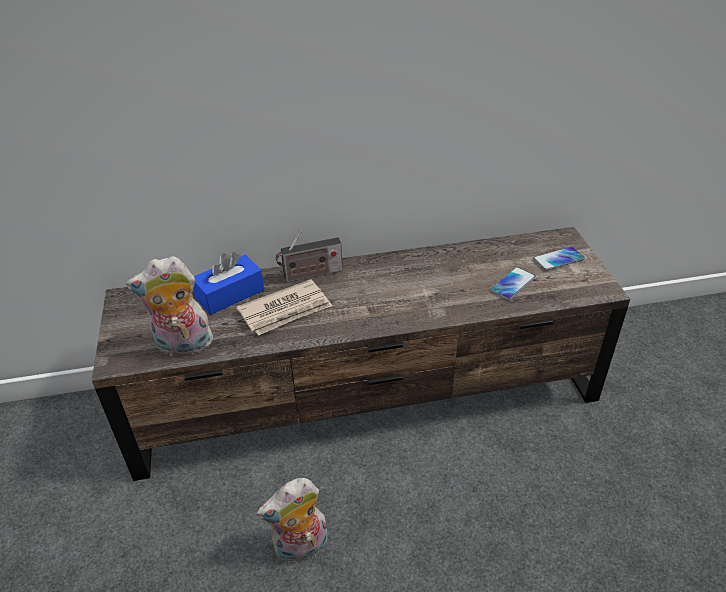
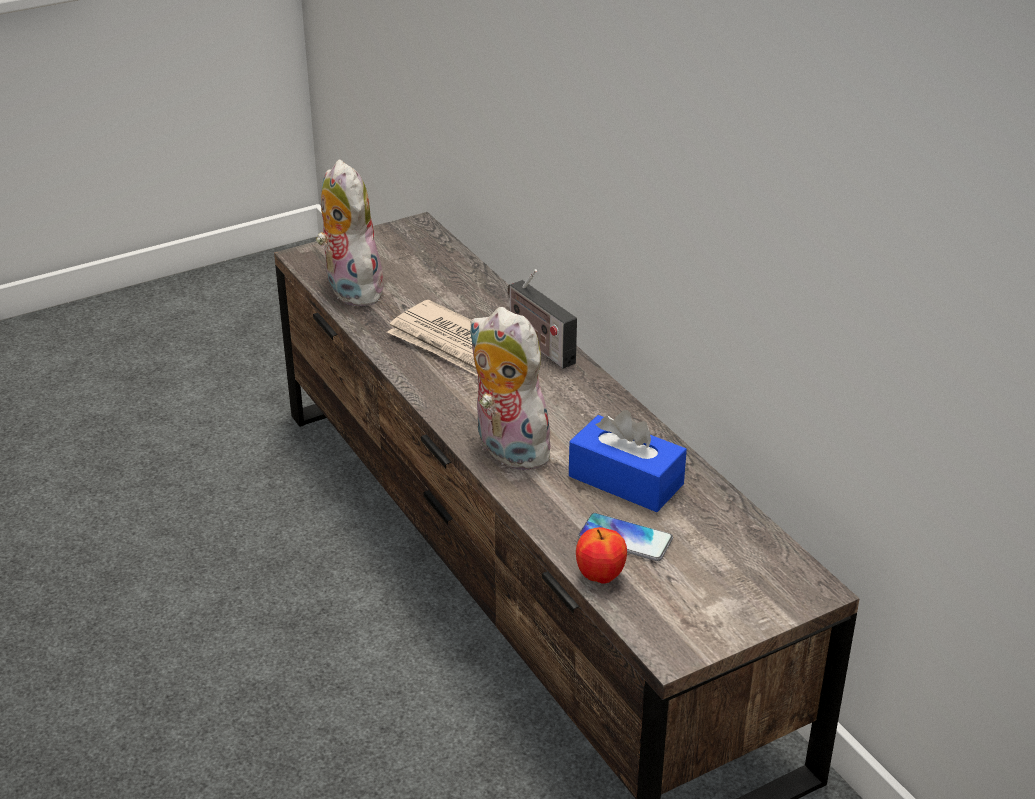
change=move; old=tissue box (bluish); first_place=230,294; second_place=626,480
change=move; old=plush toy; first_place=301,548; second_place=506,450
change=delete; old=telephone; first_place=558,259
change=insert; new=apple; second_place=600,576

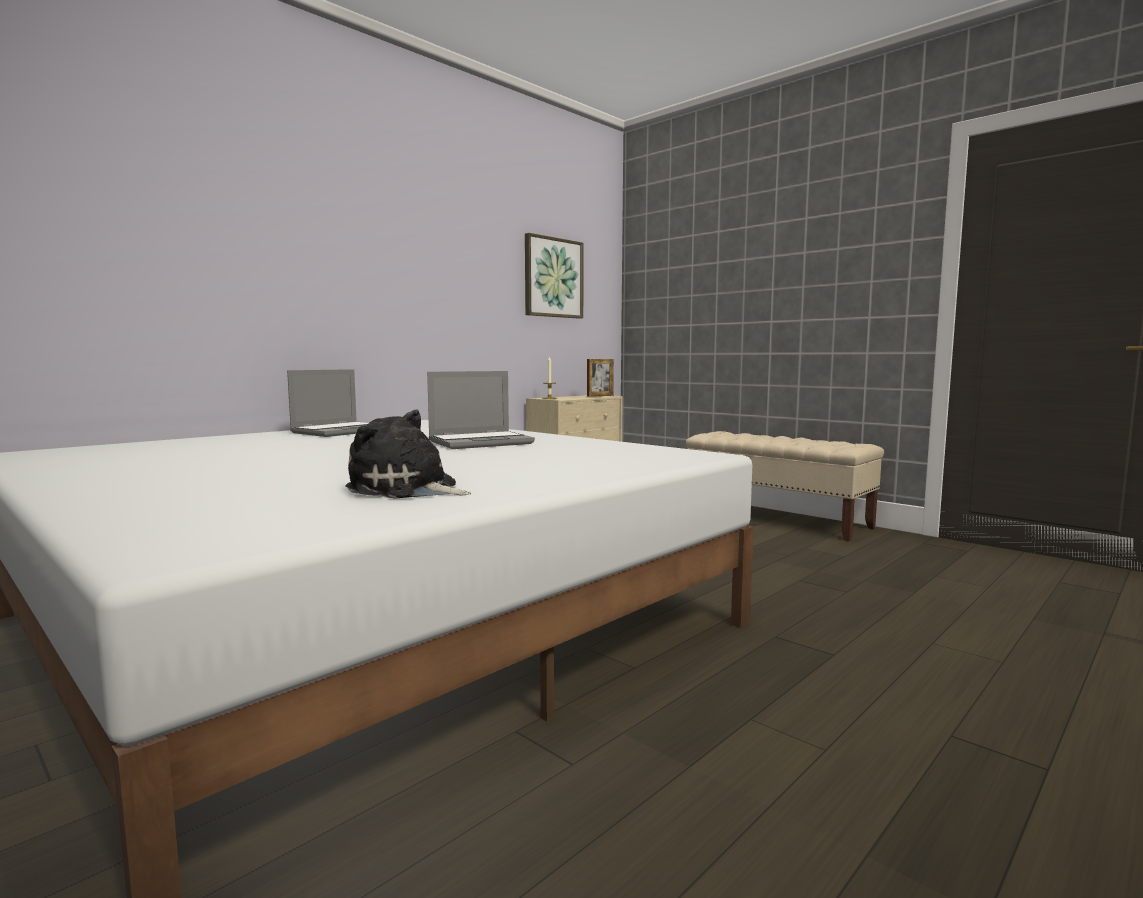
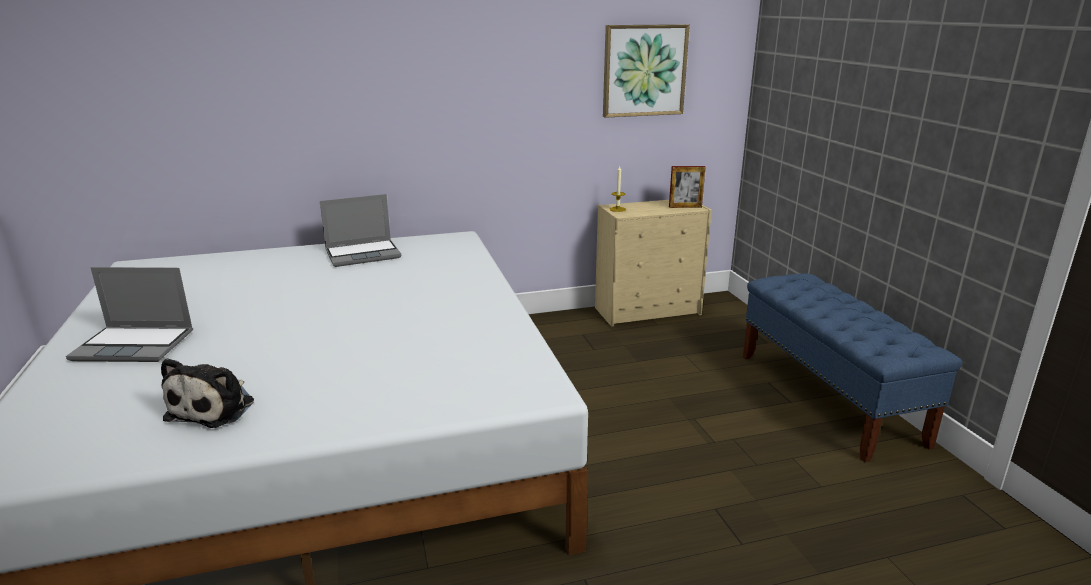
change=rotate; old=plush toy; first_place=407,489; second_place=215,408; degrees=-135
change=move; old=portable computer; first_place=481,442; second_place=136,345
change=recolor; old=bench (beige-coloured); new=bench (bluish); first_place=777,519; second_place=828,398

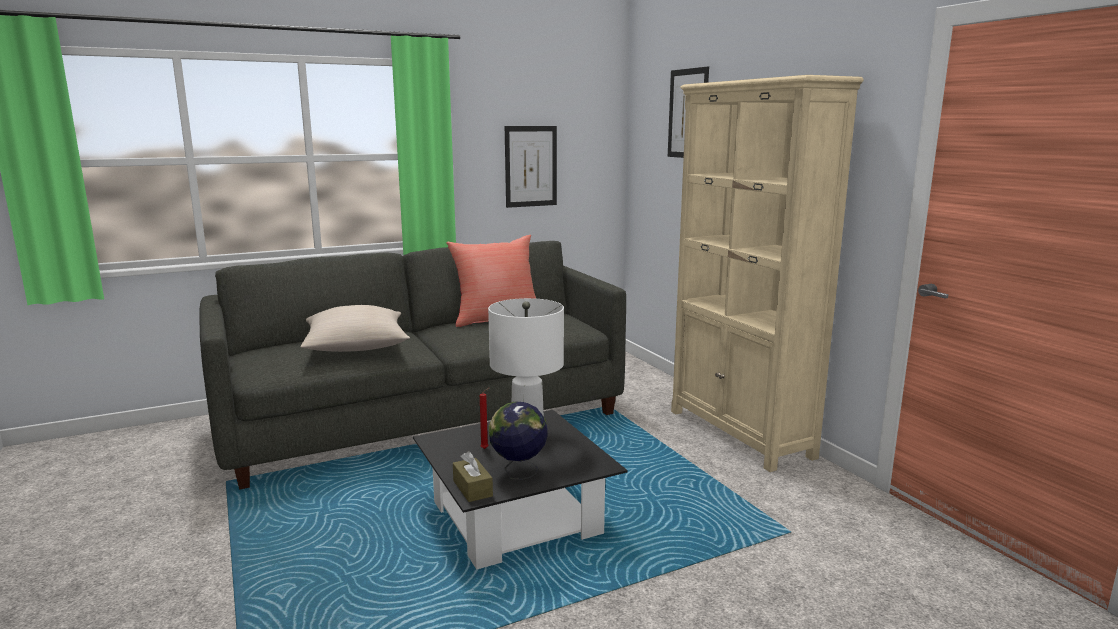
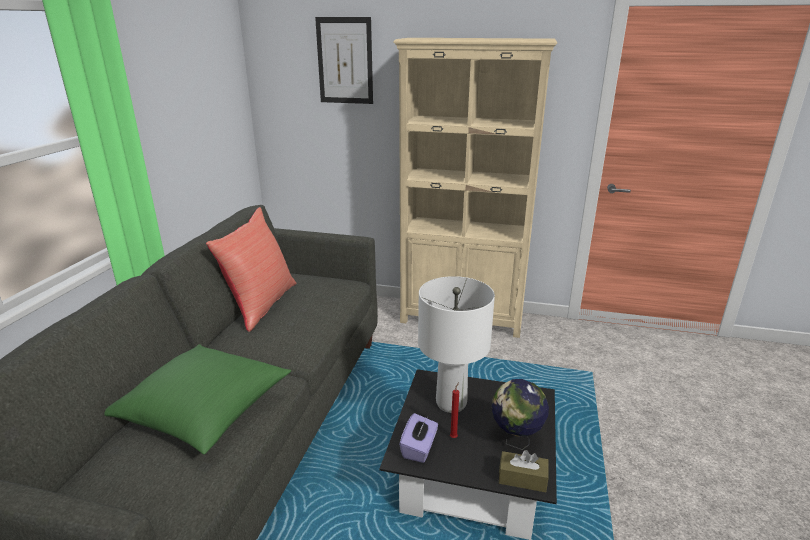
change=recolor; old=cushion (beige-coloured); new=cushion (green); first_place=356,346; second_place=205,411
change=delete; old=wall picture; first_place=531,166
change=insert; new=tissue box (purple-coloured); second_place=419,448

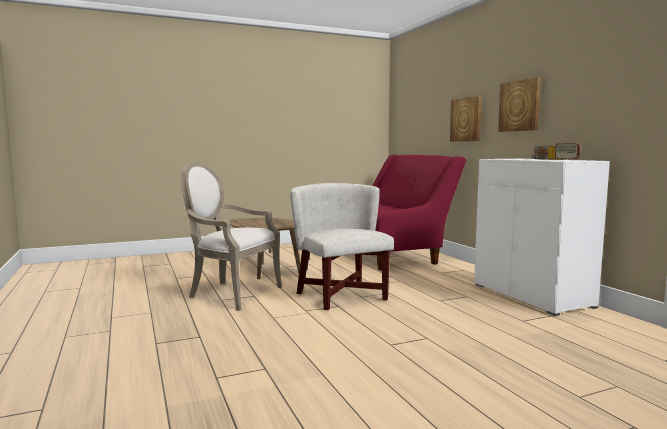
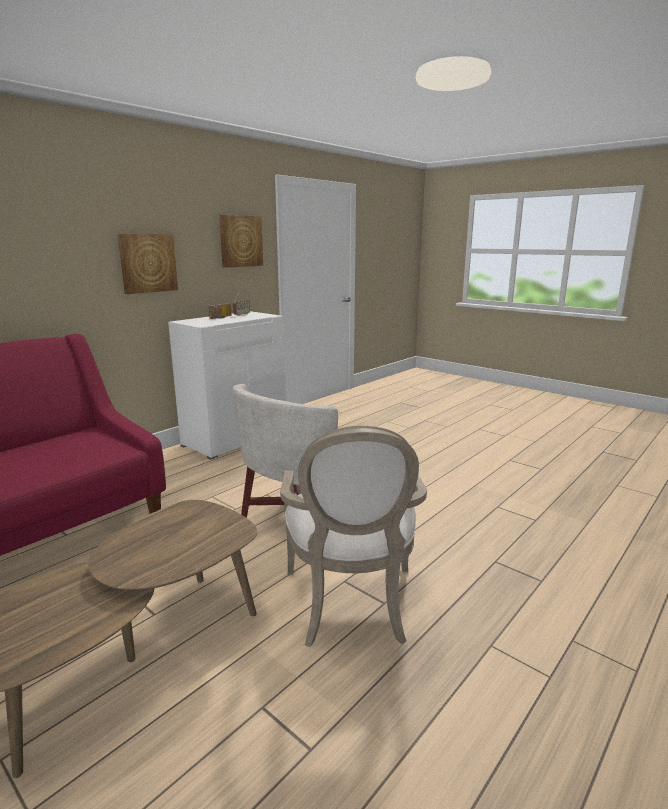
change=move; old=wall picture; first_place=466,119; second_place=240,241

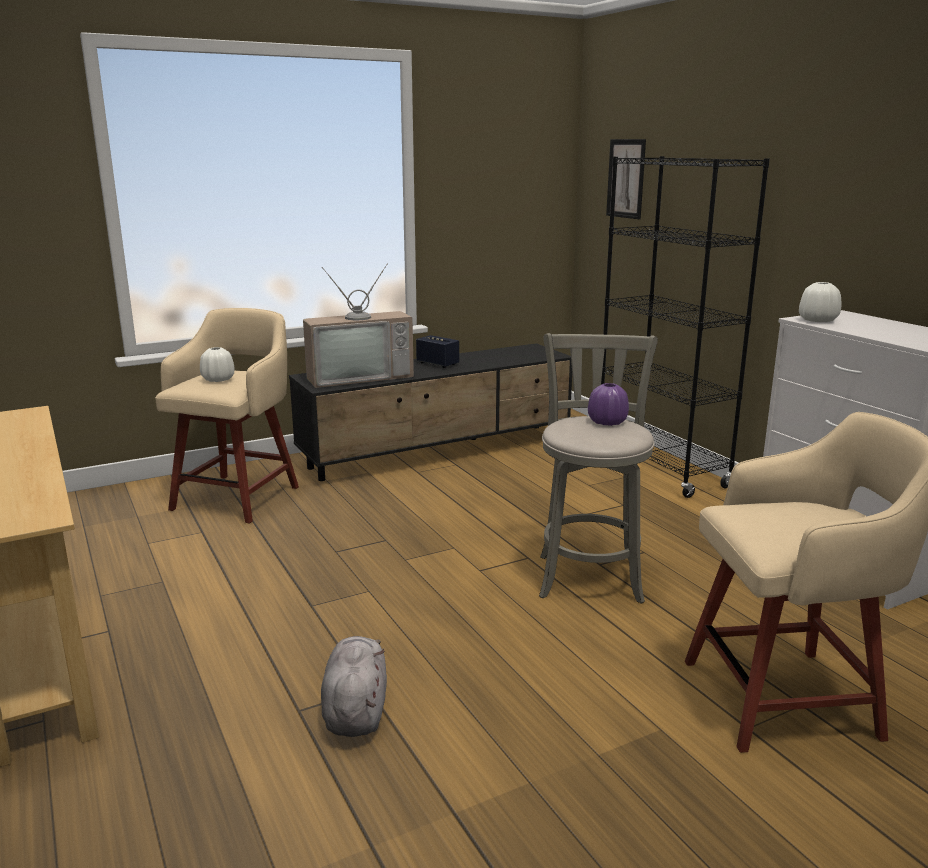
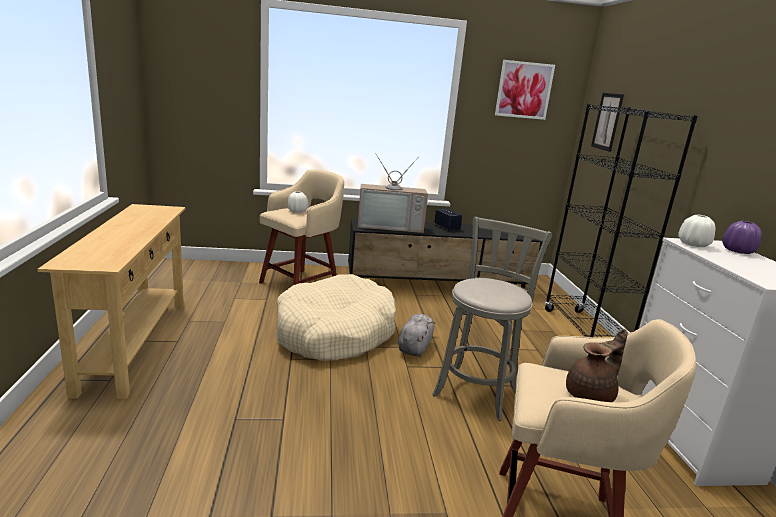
change=move; old=plush toy (grey); first_place=355,710; second_place=414,347
change=move; old=vase (purple-coloured); first_place=607,422; second_place=738,251
change=insert; new=dog bed (beige-coloured); second_place=334,333
change=insert; new=wall picture; second_place=524,90
change=insert; new=pot for tea (brown-coloured); second_place=591,395

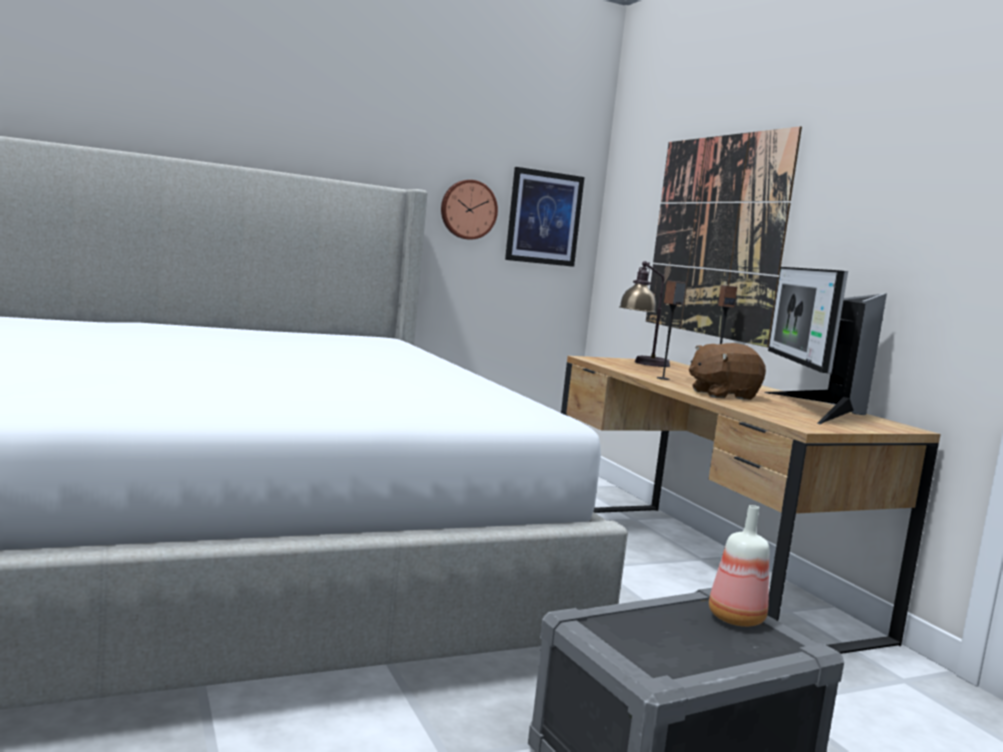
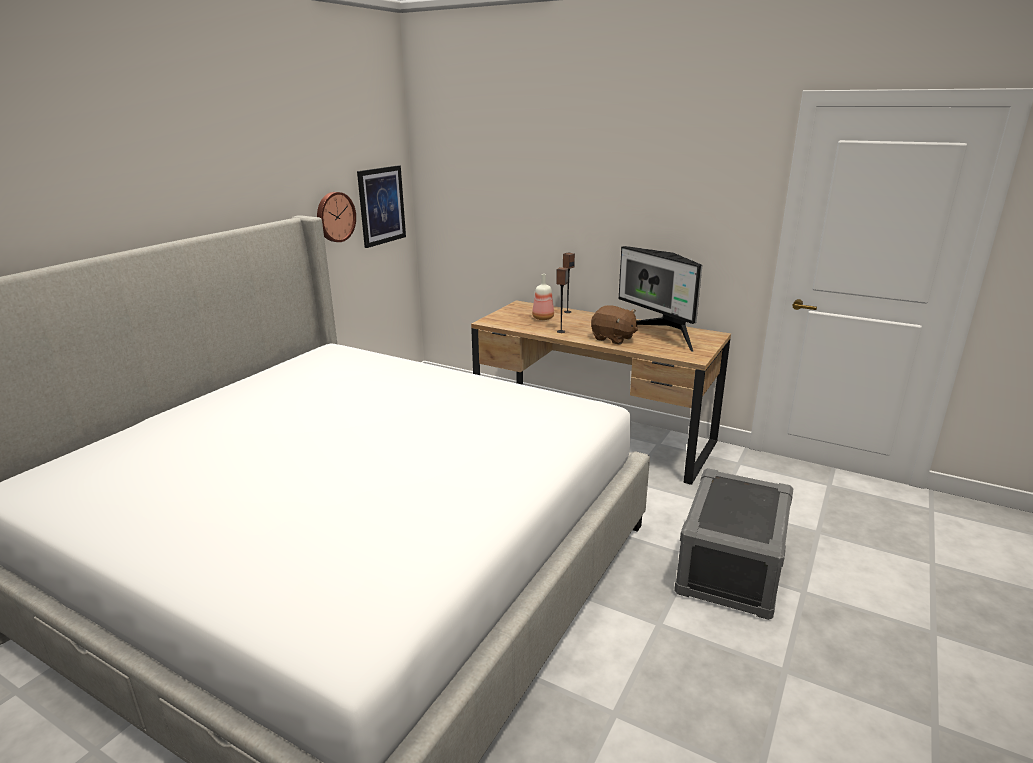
change=delete; old=tabletop lamp; first_place=641,363
change=delete; old=wall picture; first_place=715,236
change=rotate; old=plush toy (brown-coloured); first_place=722,395; second_place=613,338; degrees=-90
change=move; old=beverage bottle; first_place=735,619; second_place=543,318

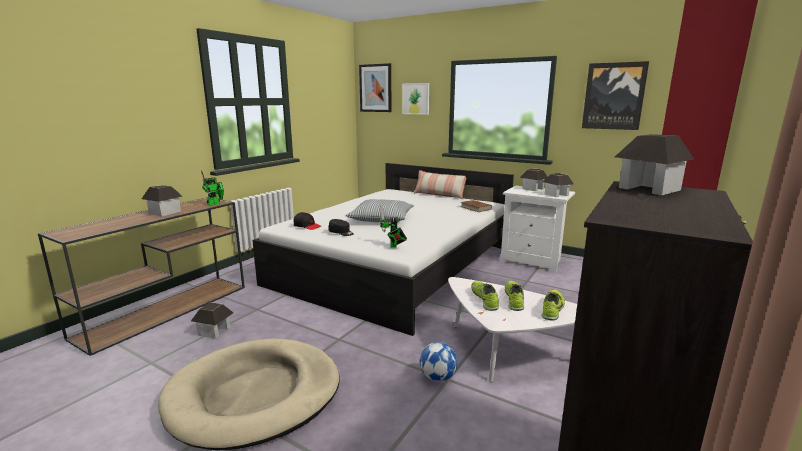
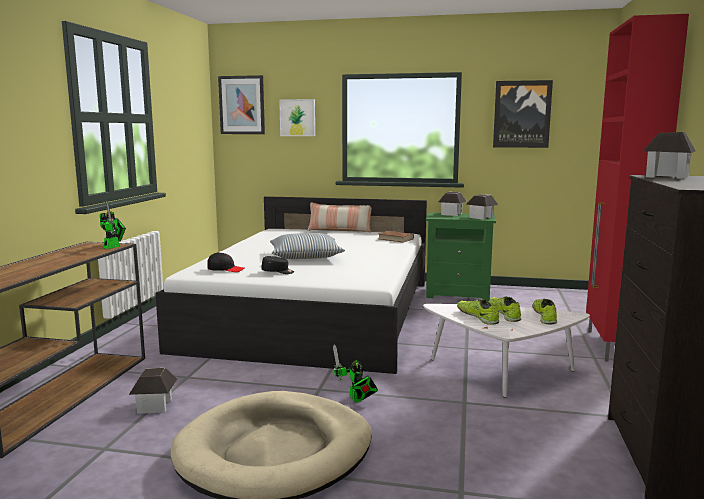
change=delete; old=model house; first_place=164,212
change=move; old=model robot; first_place=393,246; second_place=356,399
change=delete; old=football ball; first_place=438,377
change=recolor; old=bedside table (whitish); new=bedside table (green); first_place=533,260; second_place=458,293

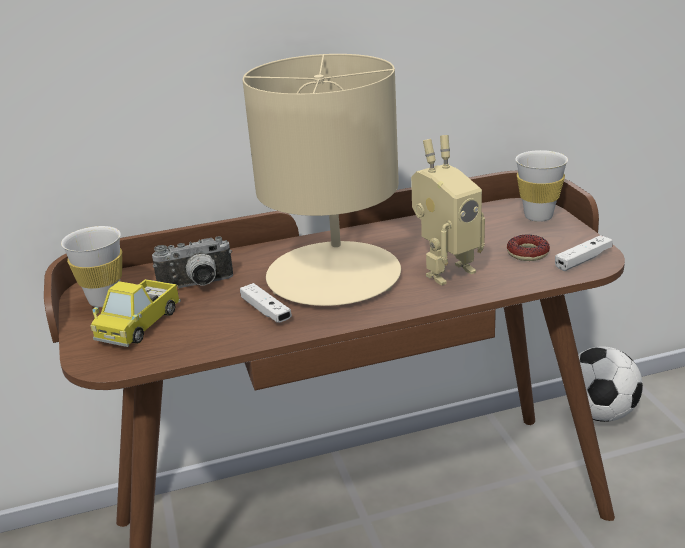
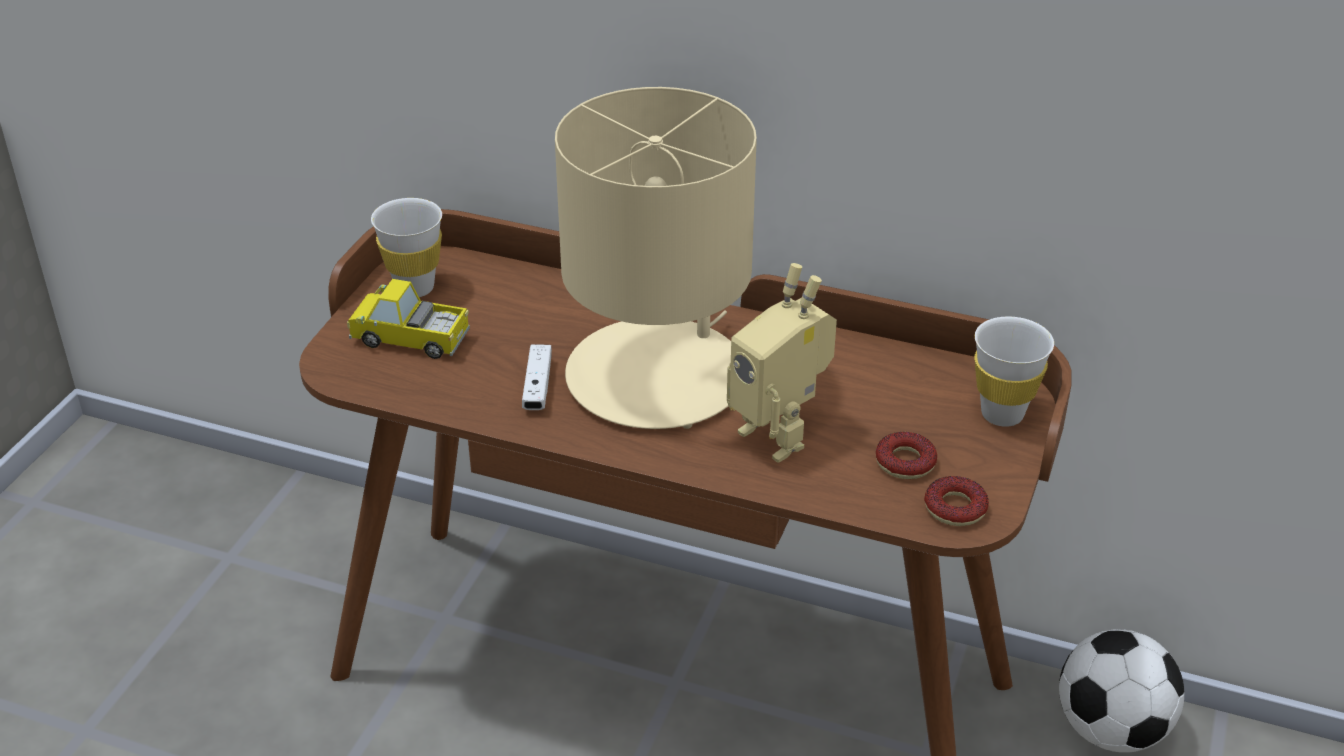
change=rotate; old=toy lorry; first_place=139,325; second_place=410,339; degrees=45
change=delete; old=photo camera; first_place=197,286
change=rotate; old=model robot; first_place=445,270; second_place=779,435; degrees=45
change=replace; old=gamepad (whitish); new=doughnut; first_place=583,260; second_place=955,508

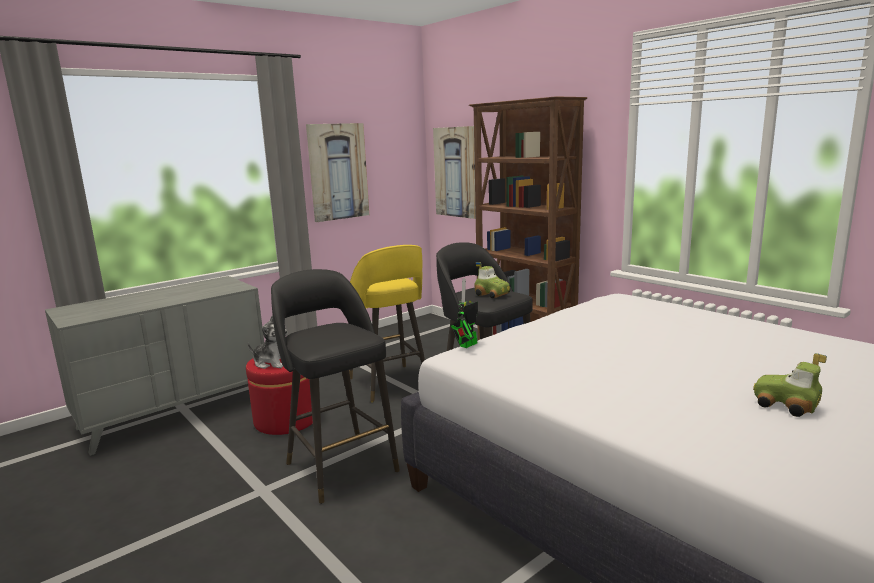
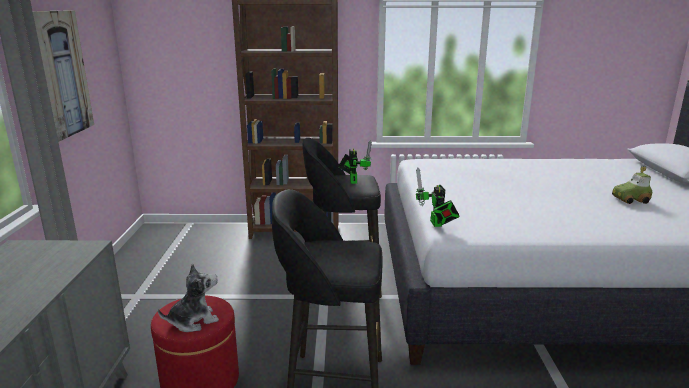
change=delete; old=stool (yellowish); first_place=390,384
change=delete; old=wall picture; first_place=456,172
change=replace; old=toy car; new=model robot; first_place=492,294; second_place=353,180

